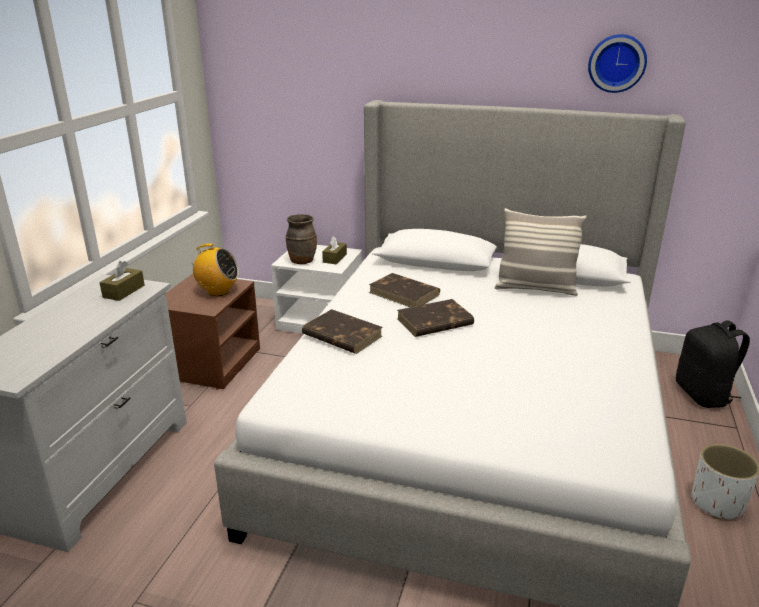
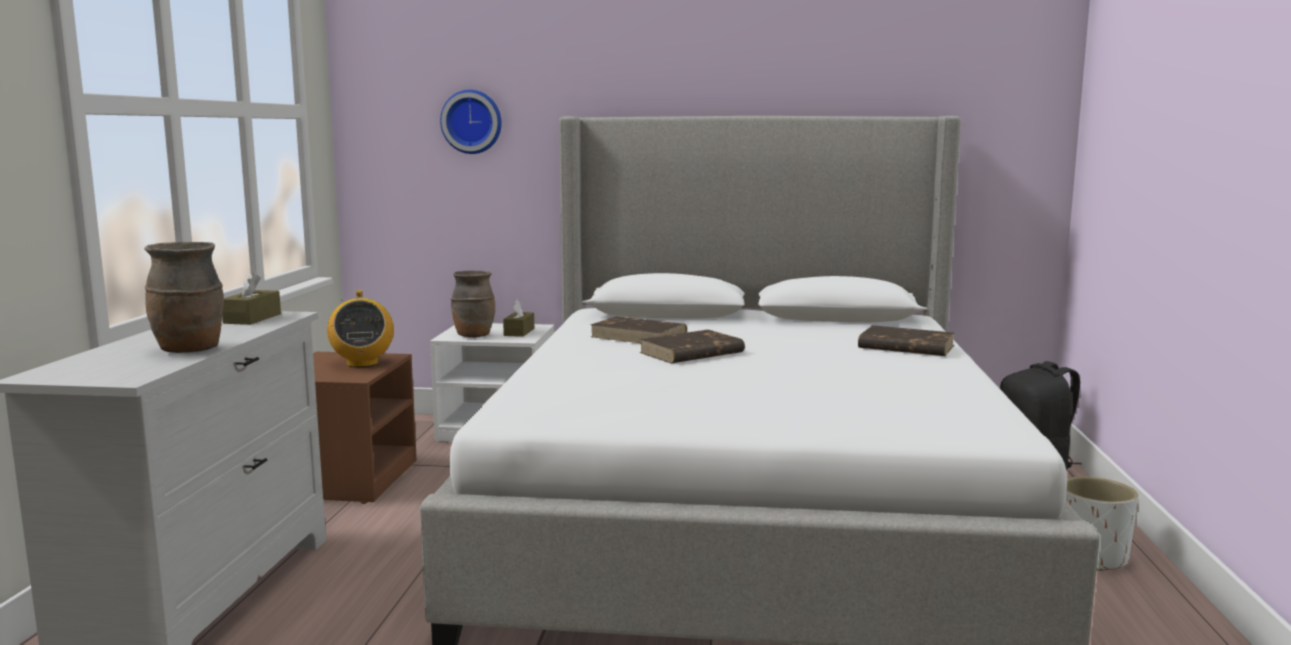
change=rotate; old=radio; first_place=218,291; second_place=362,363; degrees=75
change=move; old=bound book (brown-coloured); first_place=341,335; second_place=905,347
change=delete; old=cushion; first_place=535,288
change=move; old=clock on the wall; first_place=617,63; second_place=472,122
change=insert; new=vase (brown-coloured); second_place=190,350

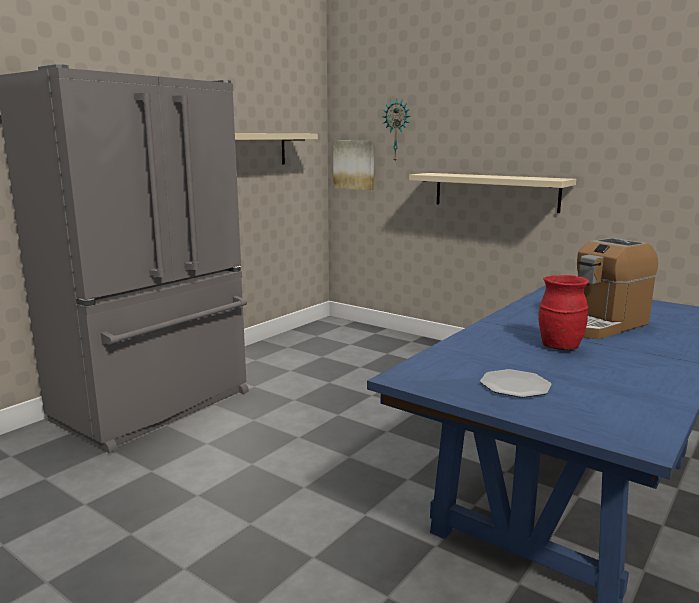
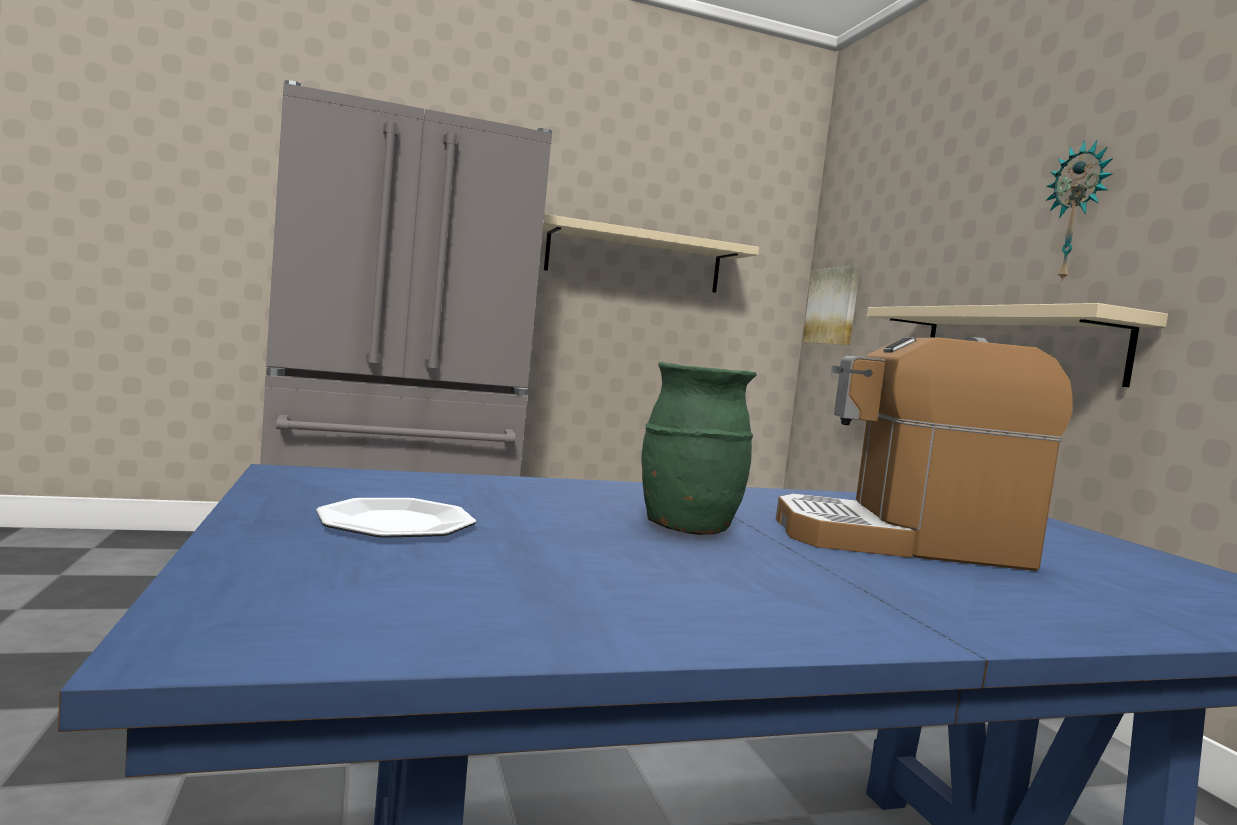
change=move; old=clock on the wall; first_place=397,130; second_place=1077,213
change=recolor; old=vase (red-coloured); new=vase (green); first_place=559,347; second_place=686,529

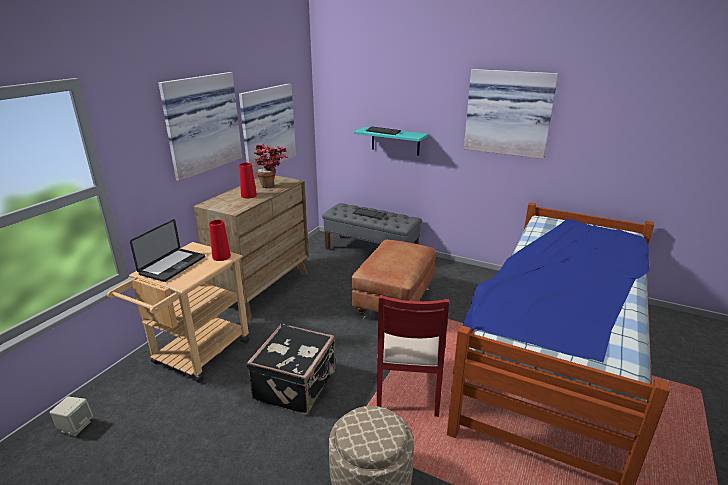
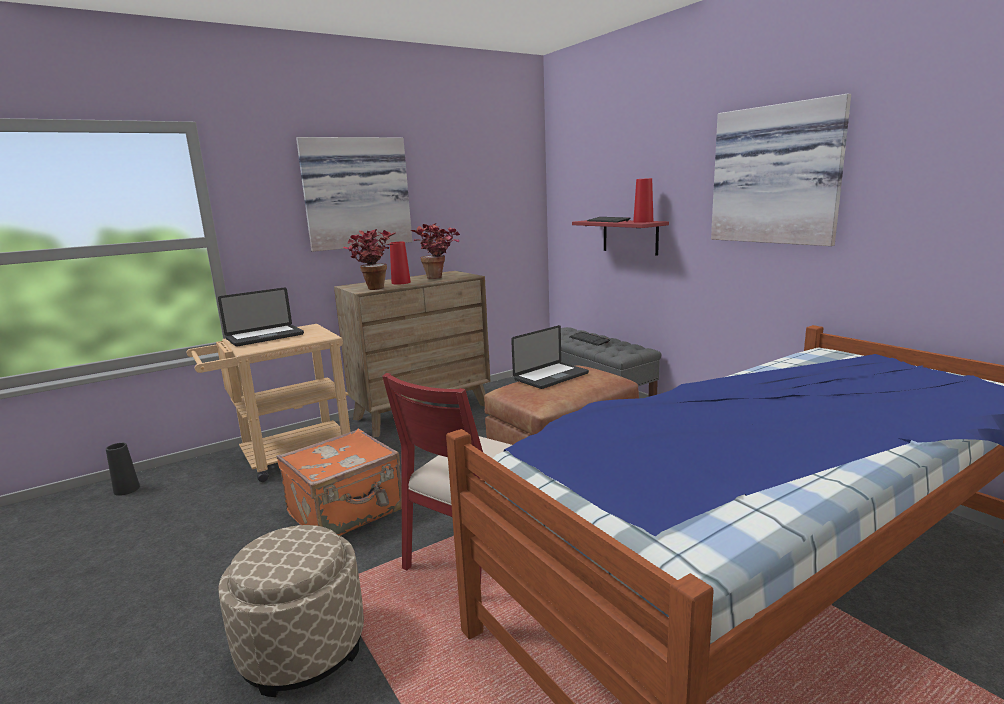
change=replace; old=loudspeaker (beige-coloured); new=vase (black-coloured); first_place=76,426; second_place=126,489
change=move; old=vase (red-coloured); first_place=221,256; second_place=643,221
change=delete; old=wall picture; first_place=266,127
change=recolor; old=suitcase (black-coloured); new=suitcase (orange); first_place=297,386; second_place=347,512
change=recolor; old=bracket shelf (turquoise-coloured); new=bracket shelf (red-coloured); first_place=395,141; second_place=630,236
change=insert; new=houseplant; second_place=373,288
change=insert; new=portable computer; second_place=551,376

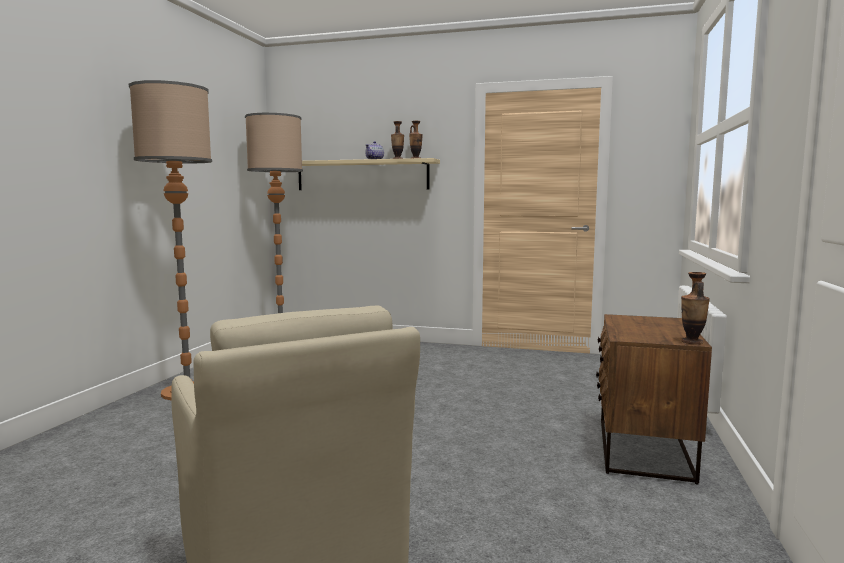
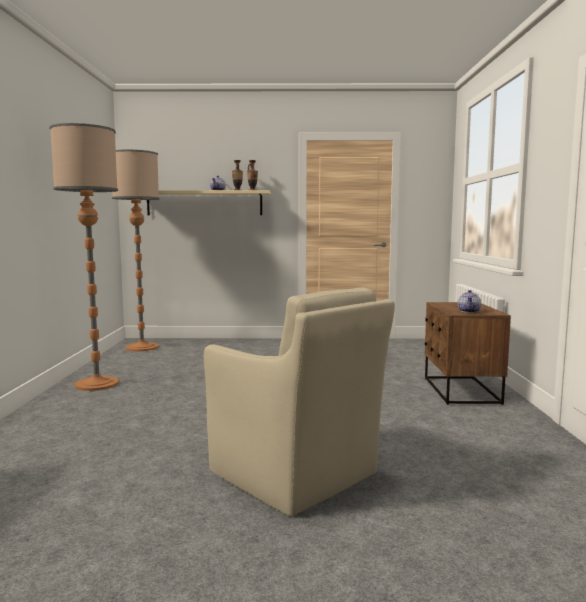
change=delete; old=vase; first_place=692,342
change=insert; new=pot for tea; second_place=469,311

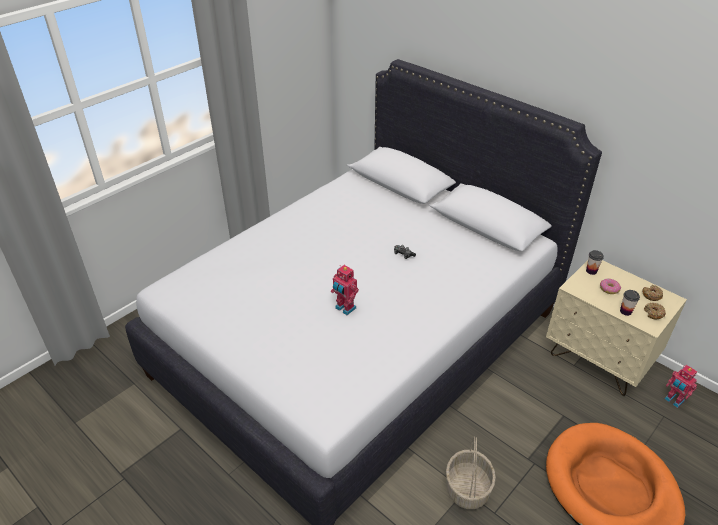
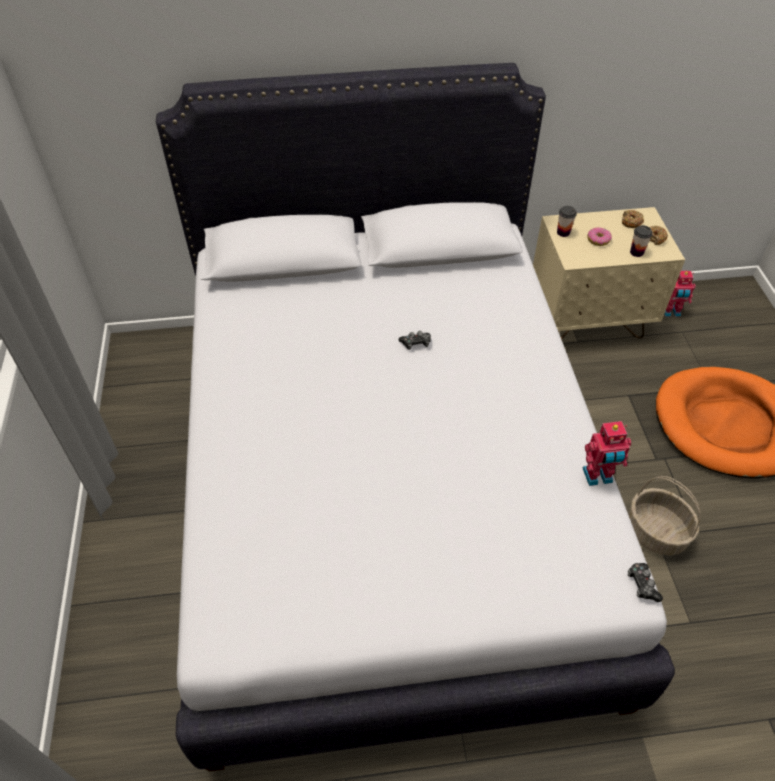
change=move; old=model robot; first_place=344,308; second_place=598,477
change=insert; new=gamepad; second_place=642,584

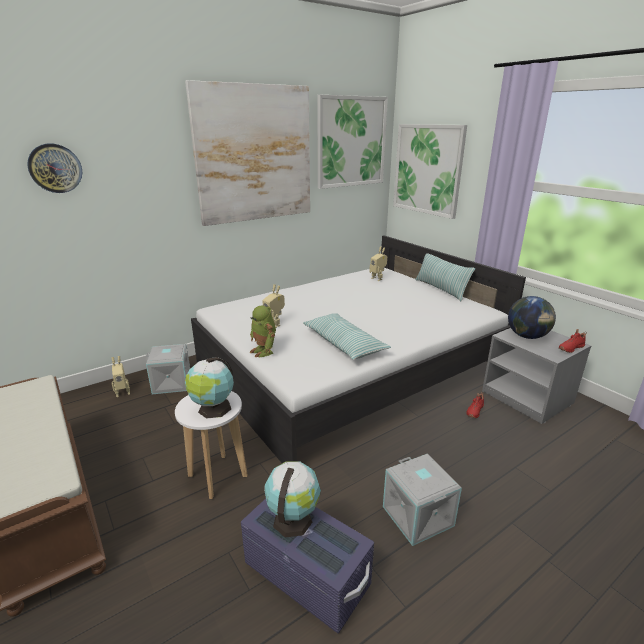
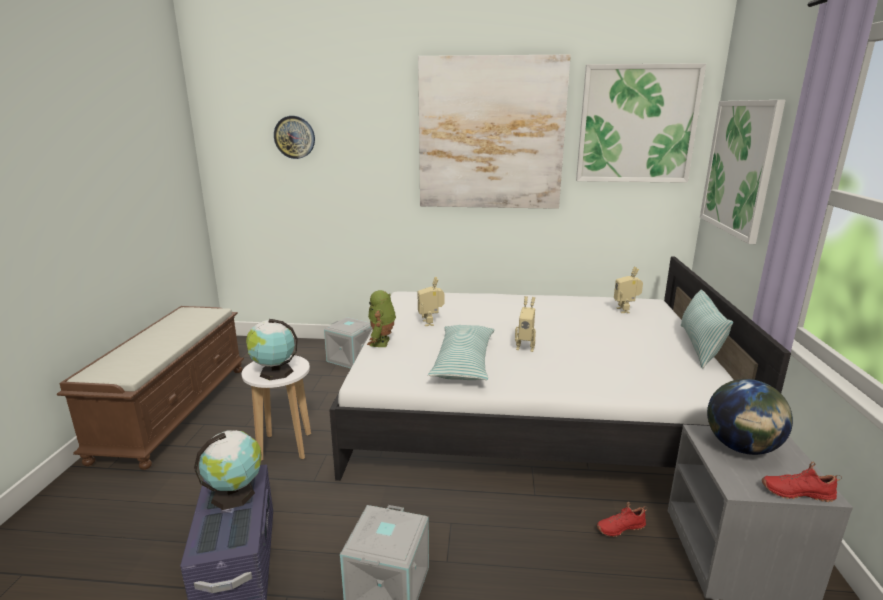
change=move; old=model robot; first_place=123,392; second_place=525,347

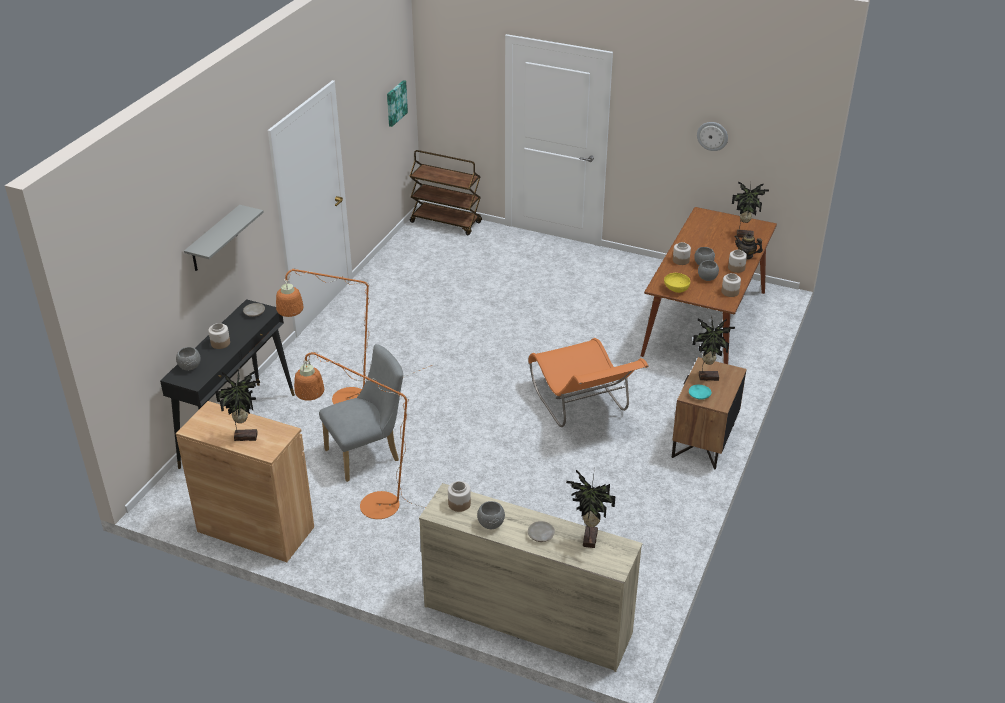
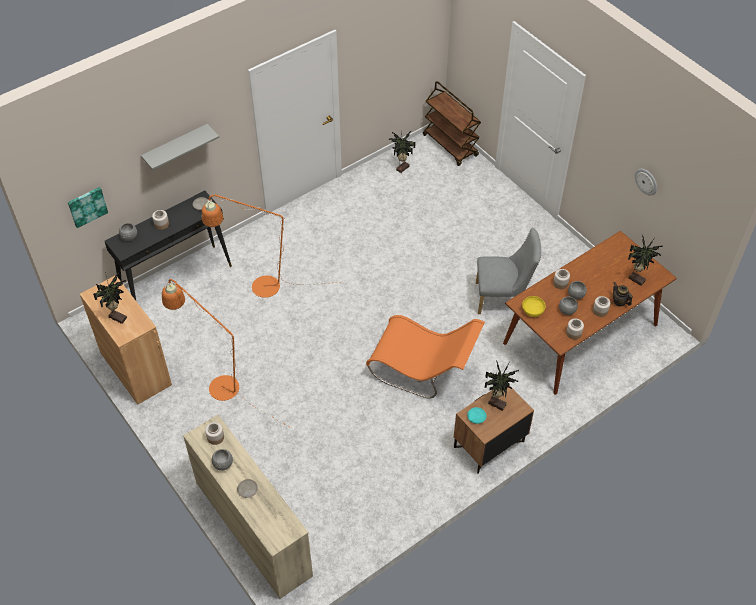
change=move; old=chair (grey); first_place=367,454; second_place=503,298
change=move; old=wall picture; first_place=395,103; second_place=87,206
change=rotate; old=chair (orange); first_place=583,407; second_place=423,371; degrees=-75
change=move; old=houseplant; first_place=588,539; second_place=401,168

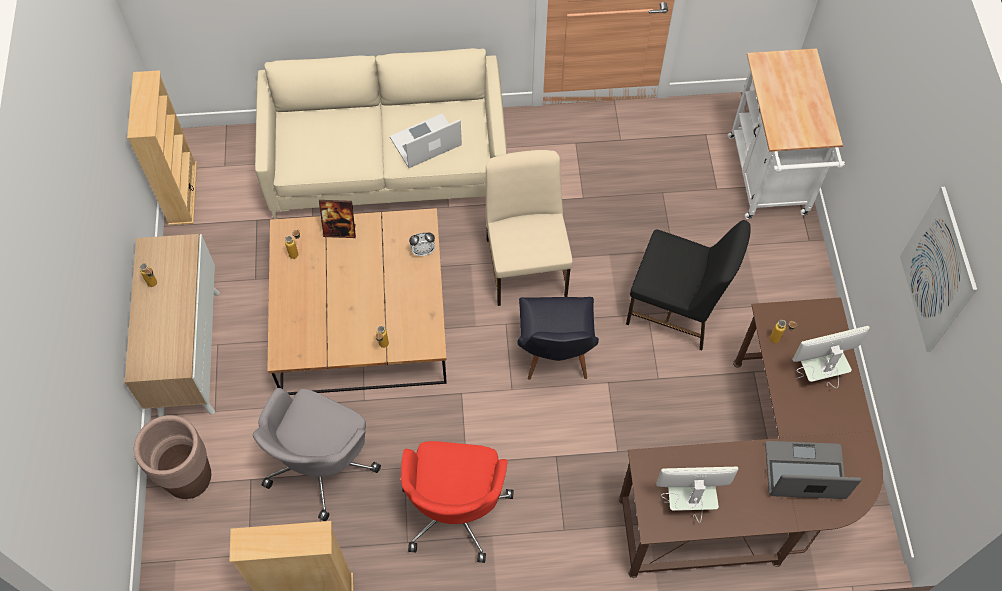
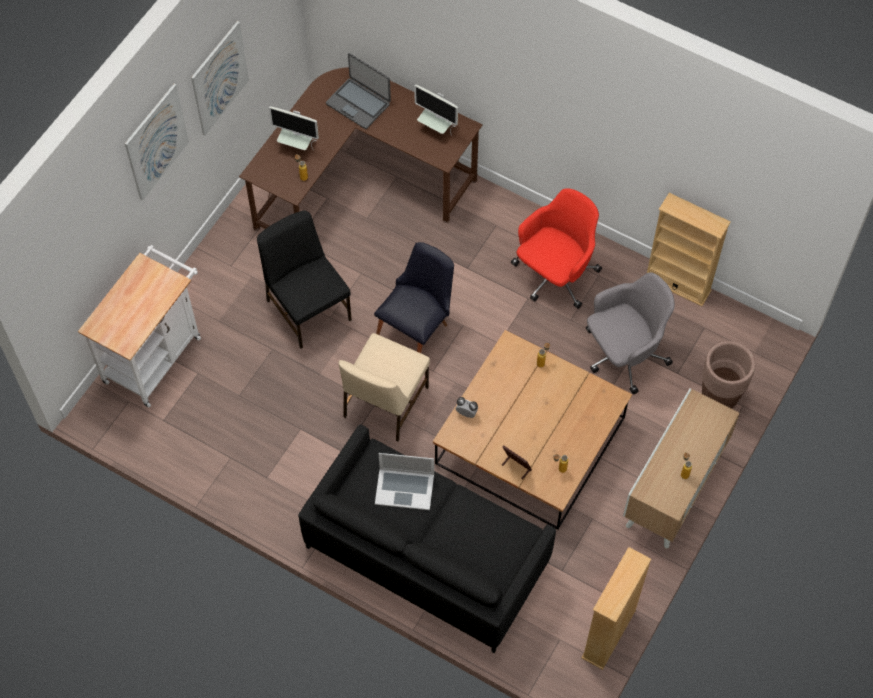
change=recolor; old=sofa (beige-coloured); new=sofa (black-coloured); first_place=387,165; second_place=427,553
change=insert; new=wall picture; second_place=156,142

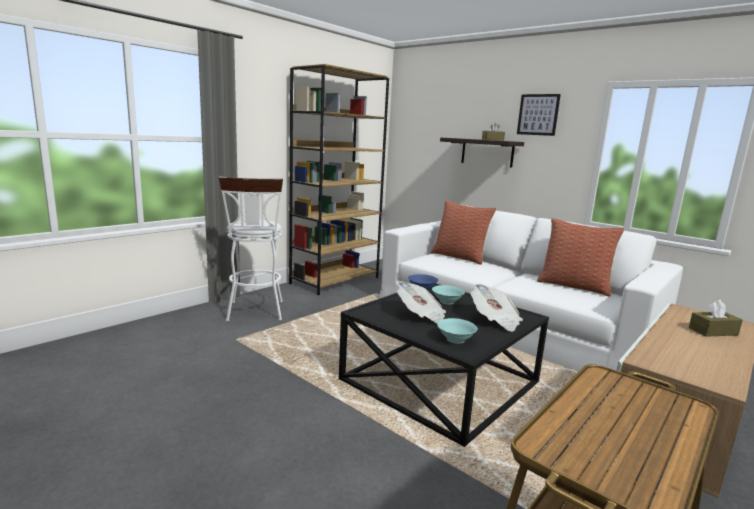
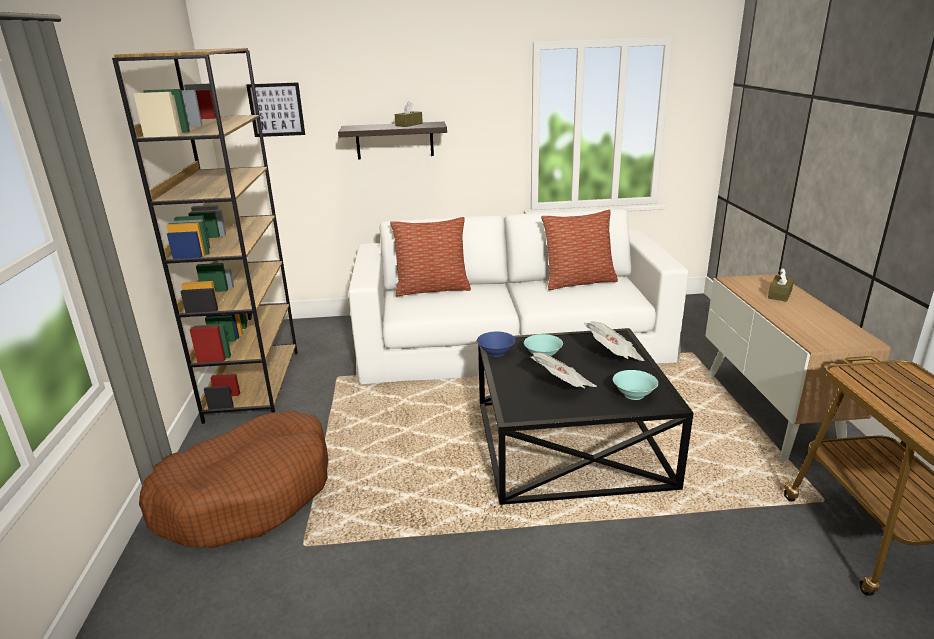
change=replace; old=stool (whitish); new=dog bed (brown-coloured); first_place=255,313; second_place=248,493
change=move; old=wall picture; first_place=538,114; second_place=276,110

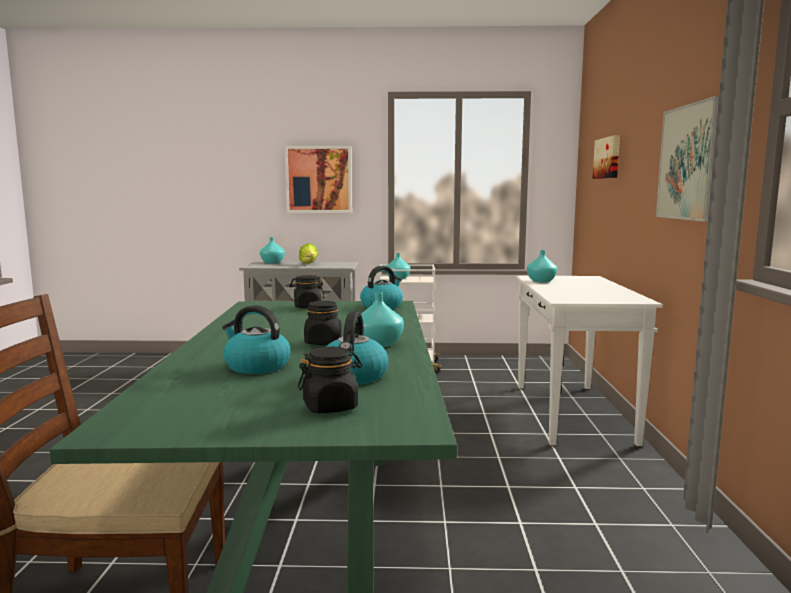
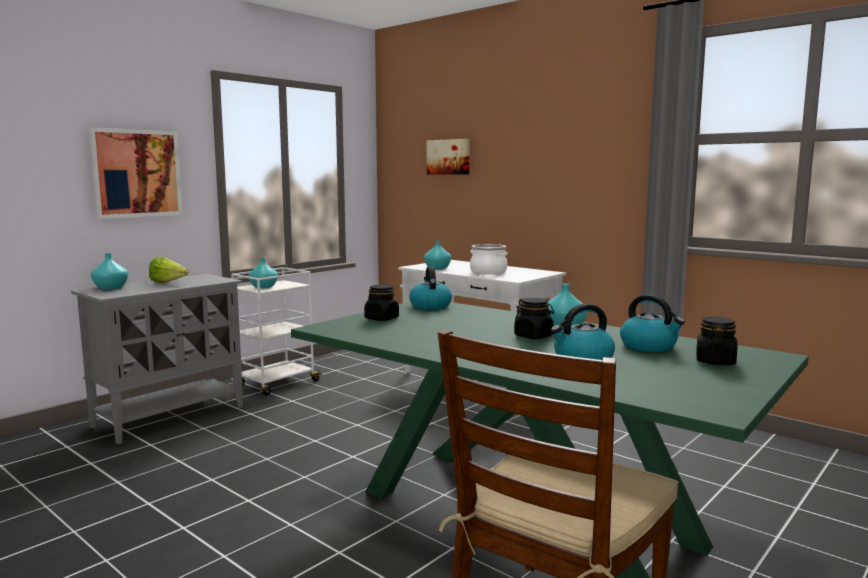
change=delete; old=wall picture; first_place=689,162
change=insert; new=saucepot; second_place=488,272

